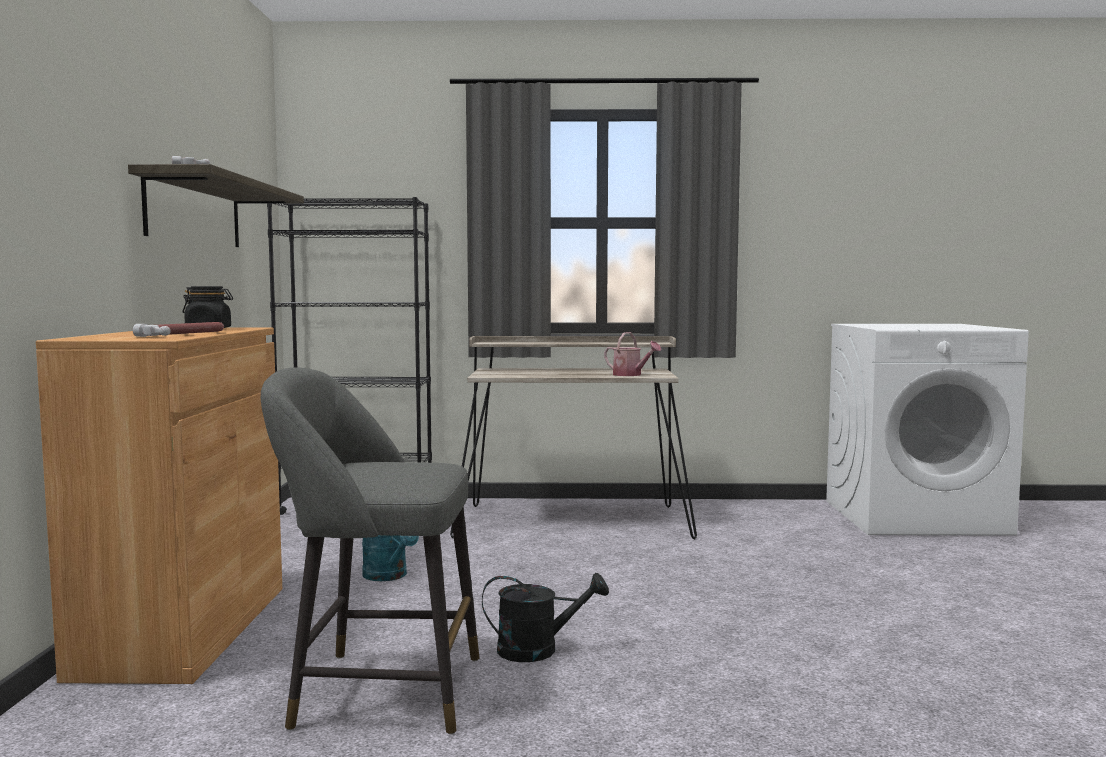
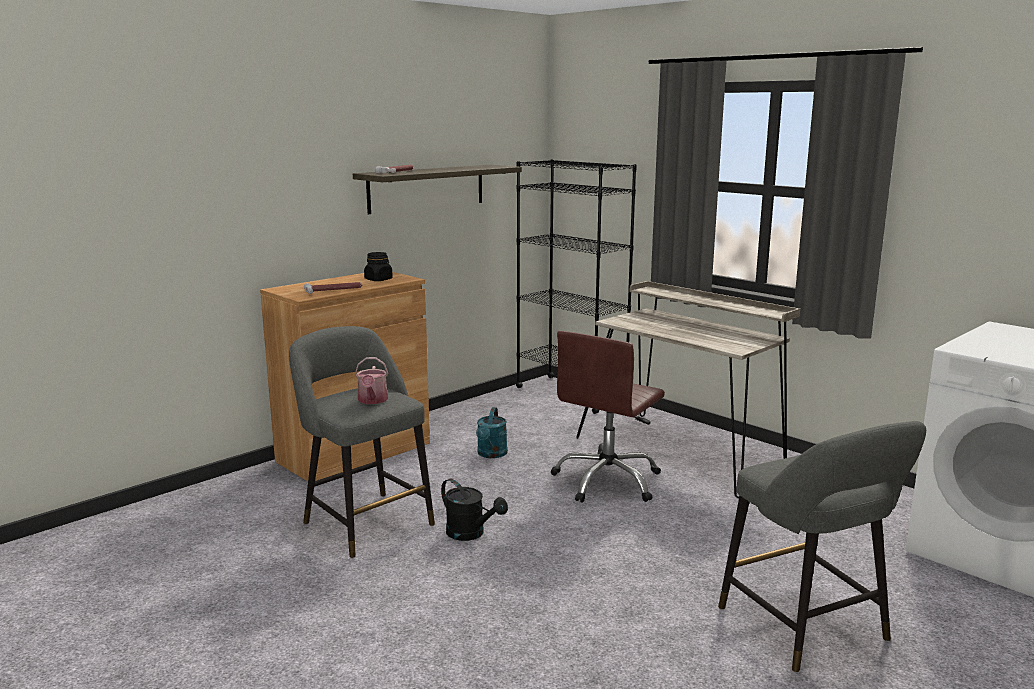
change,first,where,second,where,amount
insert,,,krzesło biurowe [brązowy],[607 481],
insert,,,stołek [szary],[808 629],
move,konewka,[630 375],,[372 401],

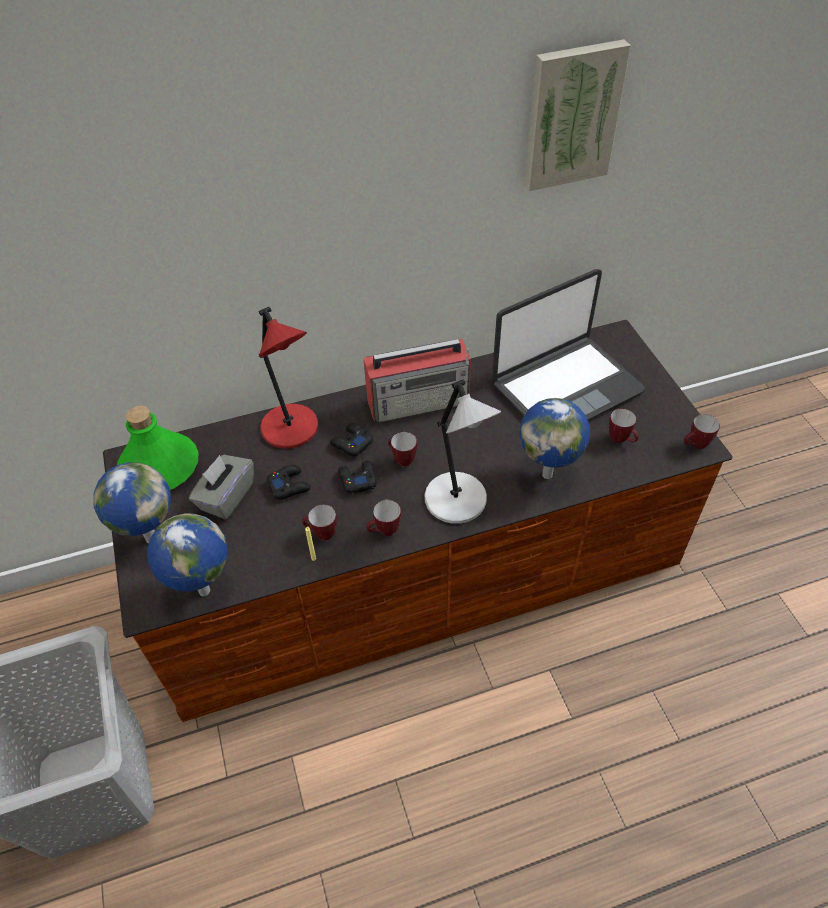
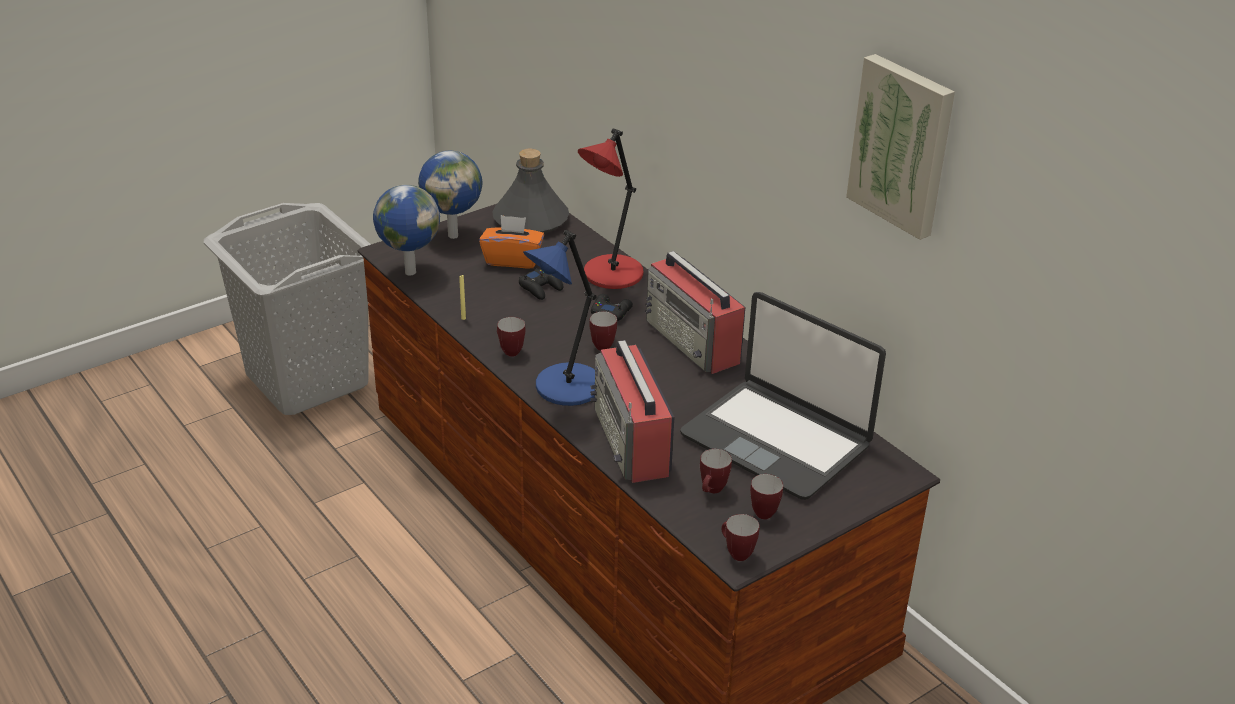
change,first,where,second,where,amount
delete,pad do gier [czarny],[357 479],,,
move,kubek,[321 534],,[762 511],
replace,globus,[548 474],radio,[632 442],
recolor,butelka [zielony],[160 467],butelka [szary],[531 220],
recolor,pudełko chusteczek [szary],[226 497],pudełko chusteczek [pomarańczowy],[512 259],
recolor,lampa stołowa [szary],[458 501],lampa stołowa [niebieski],[566 388],

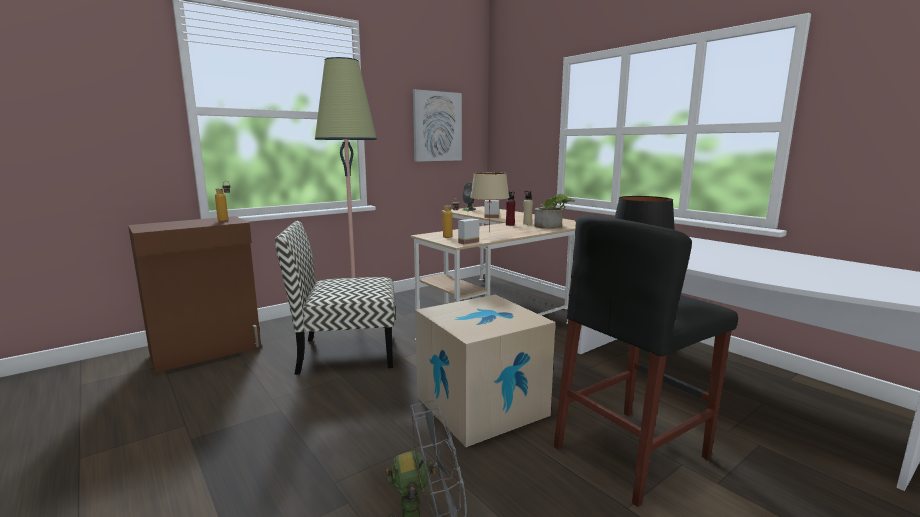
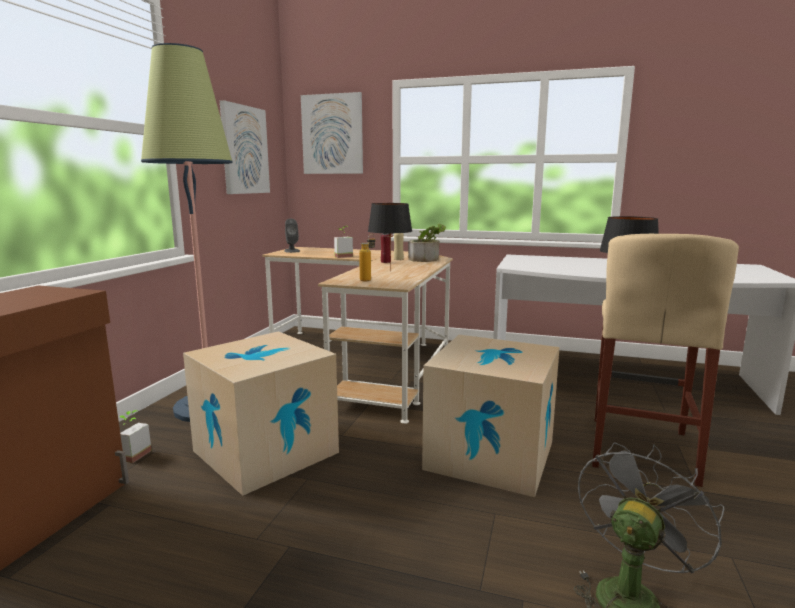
change,first,where,second,where,amount
delete,butelka,[226 220],,,
insert,,,obraz,[332 134],
move,roślina doniczkowa,[466 242],,[133 455],
replace,krzesło,[345 353],karton,[265 451],
recolor,lampa stołowa [beżowy],[489 232],lampa stołowa [czarny],[389 271],
recolor,stołek [czarny],[631 452],stołek [beżowy],[641 448],

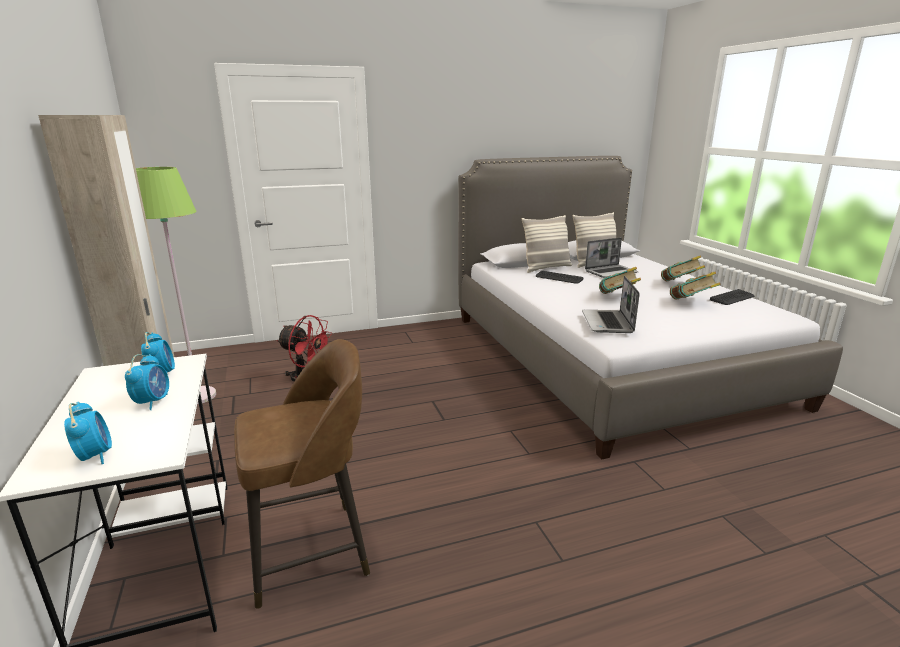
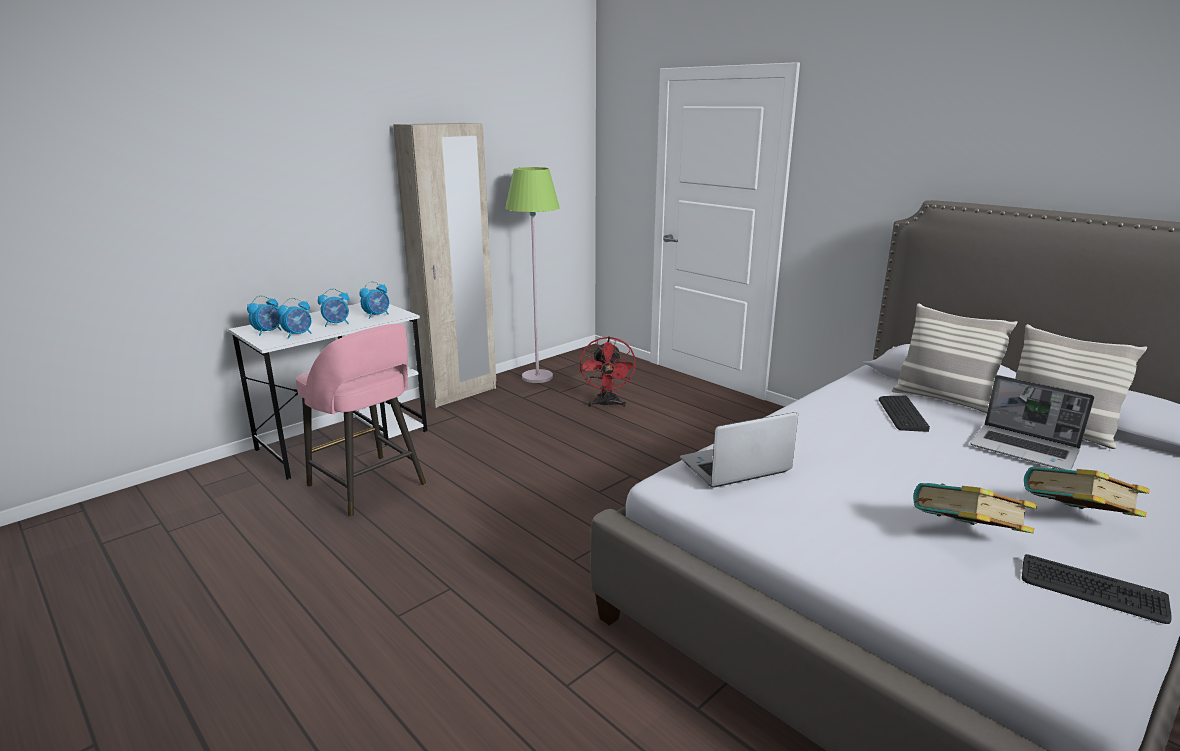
change,first,where,second,where,amount
delete,książka,[617 298],,,
insert,,,budzik,[298 335],
recolor,stołek [brązowy],[312 551],stołek [różowy],[368 486],

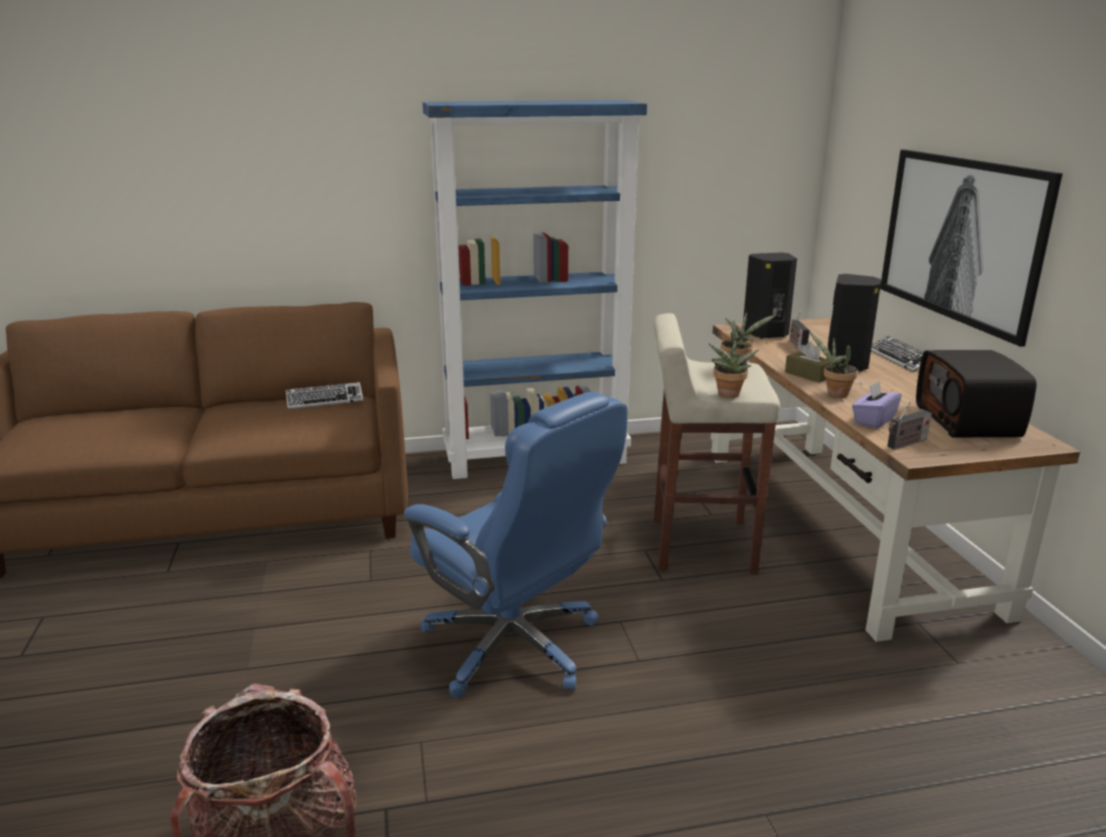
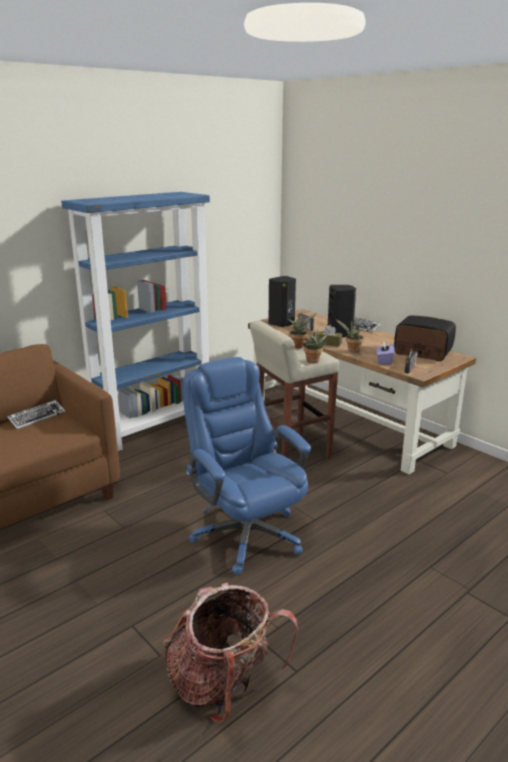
change,first,where,second,where,amount
delete,obraz,[962 239],,,
rotate,krzesło biurowe [niebieski],[515 646],,[246 534],135 degrees counterclockwise
rotate,radio,[969 421],,[422 353],150 degrees clockwise

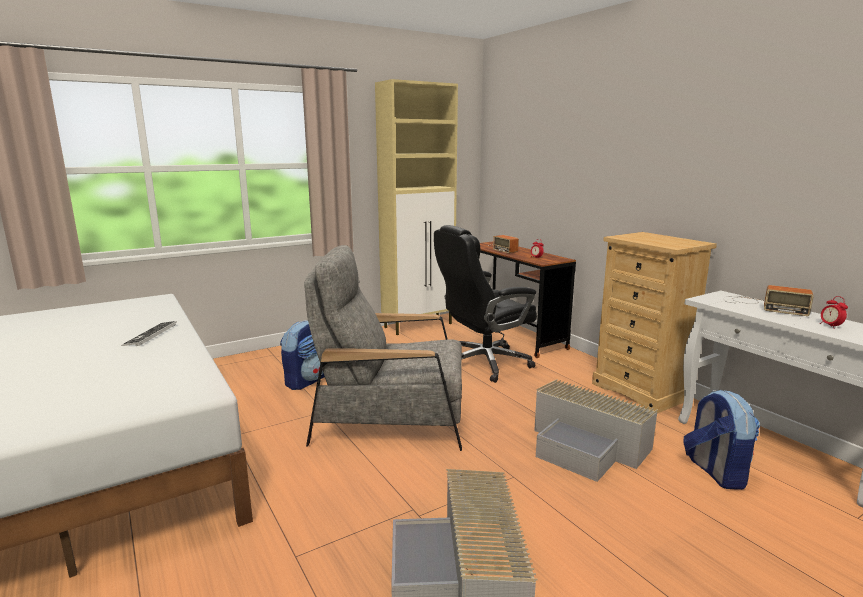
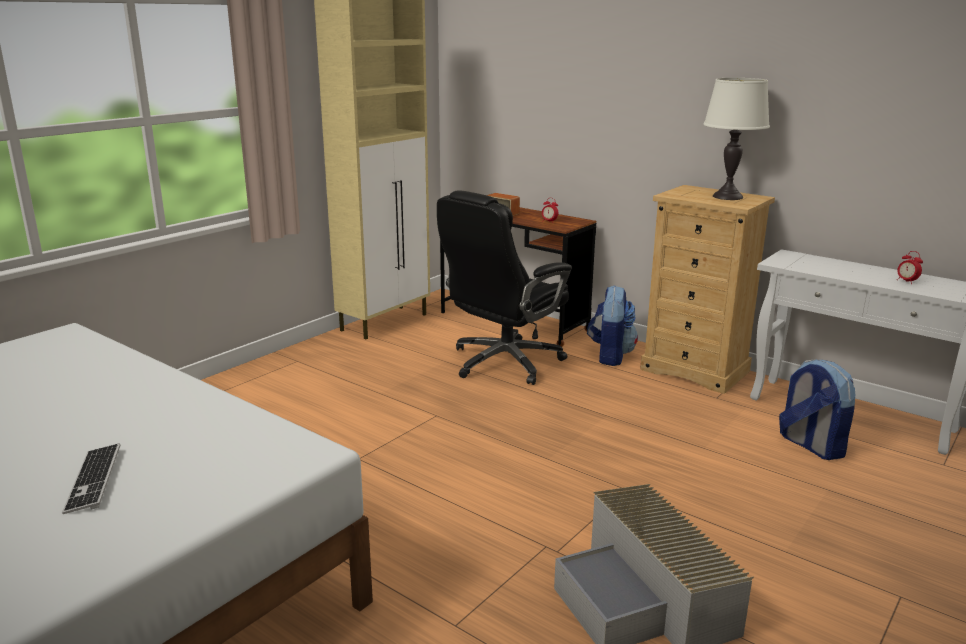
change,first,where,second,where,amount
delete,fotel [szary],[391 418],,,
delete,pojemnik do przechowywania [szary],[588 446],,,
delete,radio,[762 305],,,
insert,,,lampa stołowa [biały],[727 197],
move,klawiatura,[151 335],,[94 480],
move,plecak,[306 381],,[610 356],

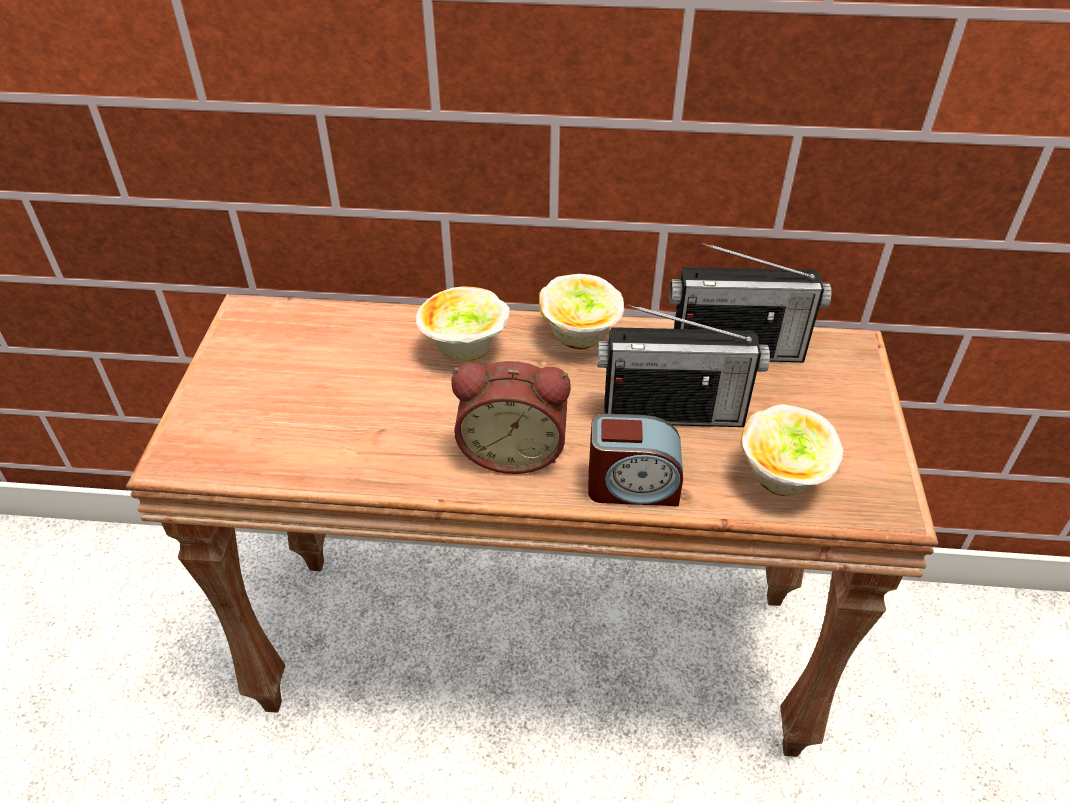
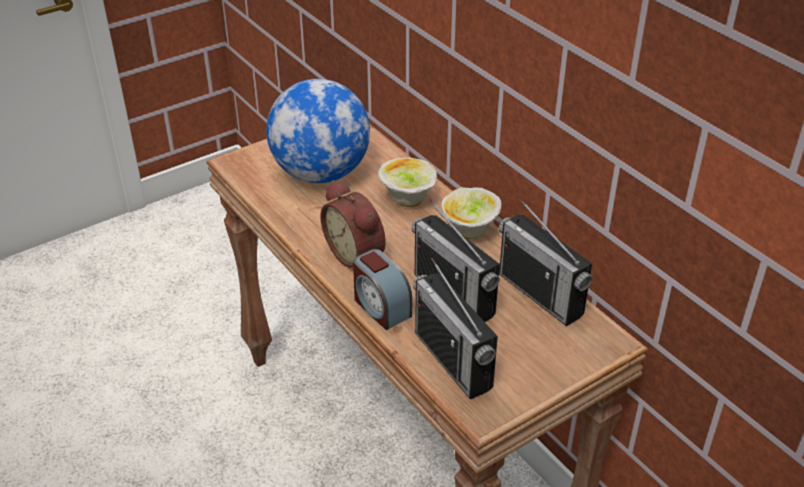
change,first,where,second,where,amount
insert,,,globus,[321 173],
replace,miska,[783 479],radio,[453 360],

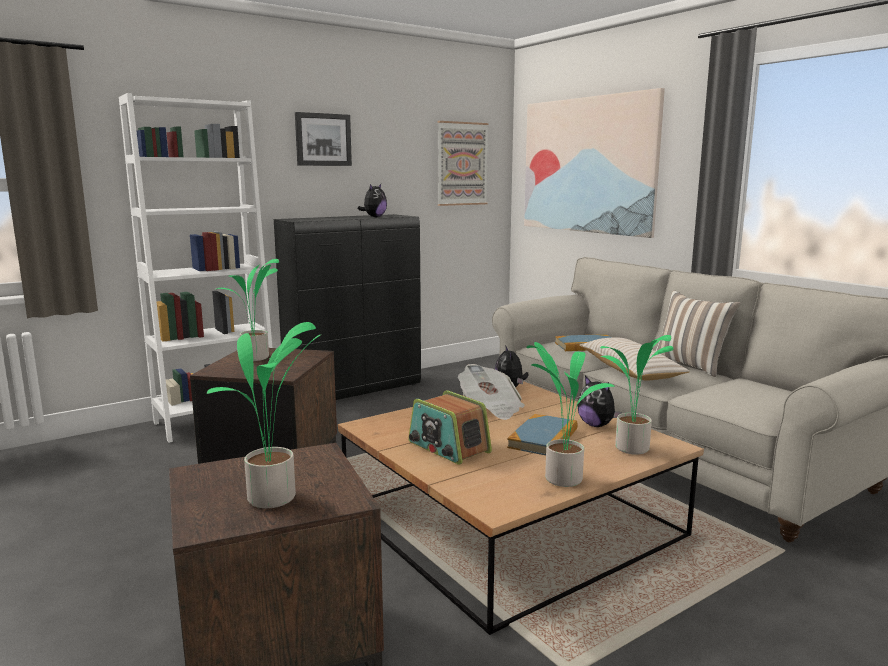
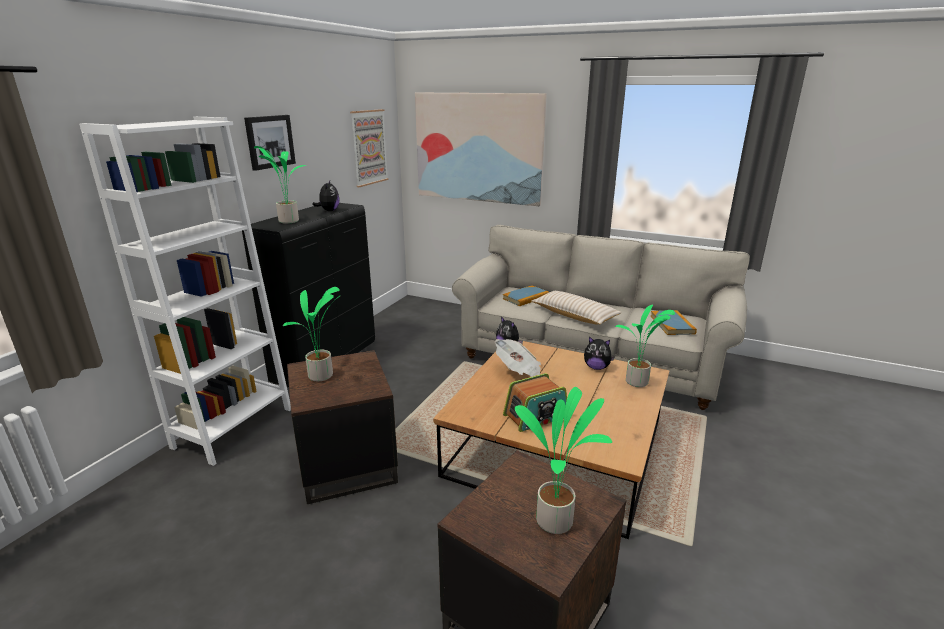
change,first,where,second,where,amount
delete,poduszka,[691 365],,,
move,książka,[543 438],,[672 325],
move,roślina doniczkowa,[562 478],,[288 221],
rotate,radio,[448 447],,[536 416],45 degrees counterclockwise

